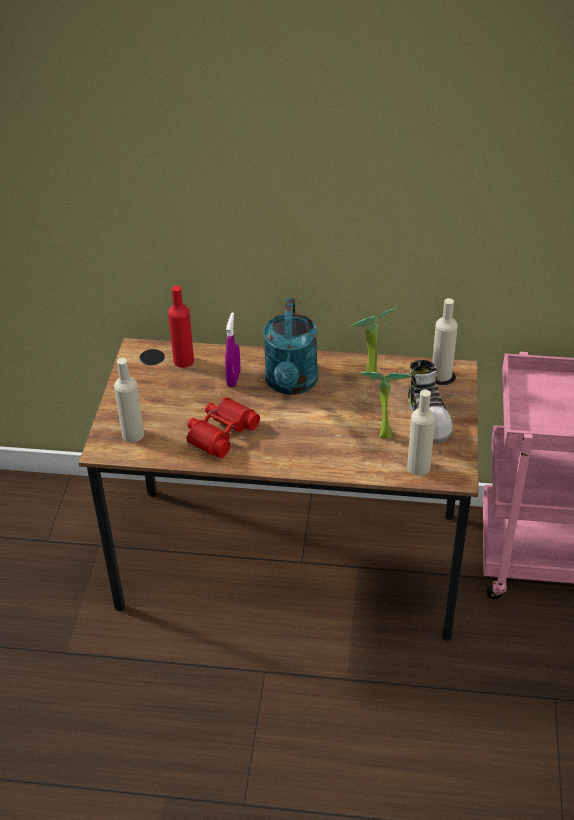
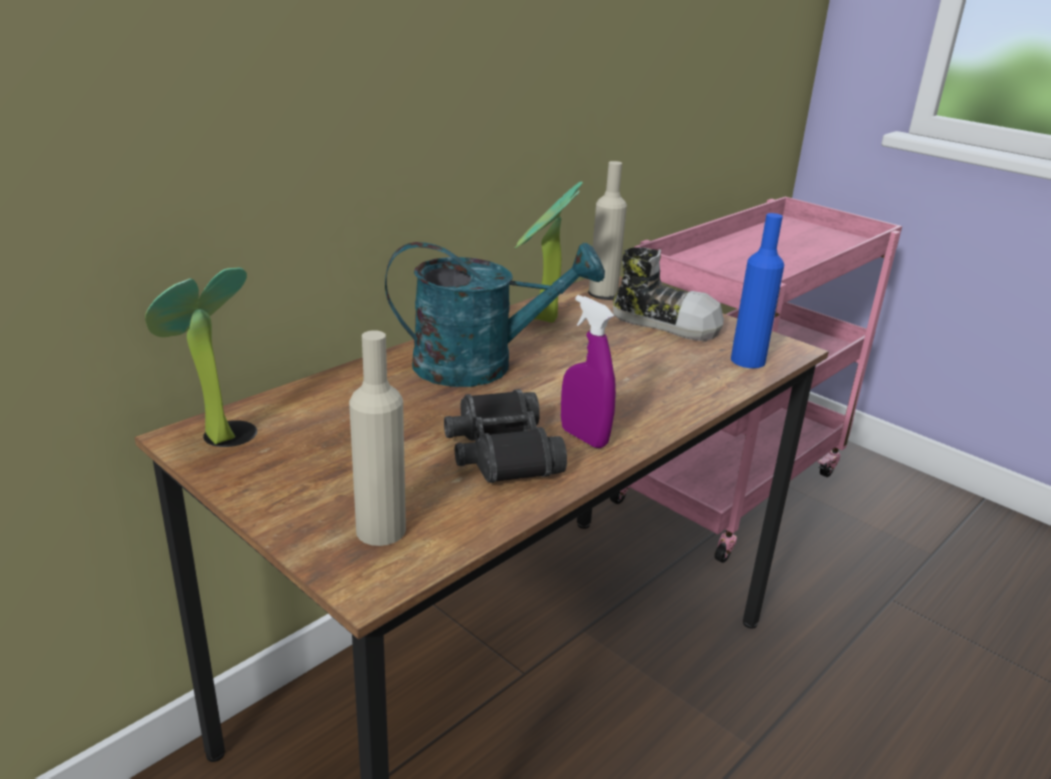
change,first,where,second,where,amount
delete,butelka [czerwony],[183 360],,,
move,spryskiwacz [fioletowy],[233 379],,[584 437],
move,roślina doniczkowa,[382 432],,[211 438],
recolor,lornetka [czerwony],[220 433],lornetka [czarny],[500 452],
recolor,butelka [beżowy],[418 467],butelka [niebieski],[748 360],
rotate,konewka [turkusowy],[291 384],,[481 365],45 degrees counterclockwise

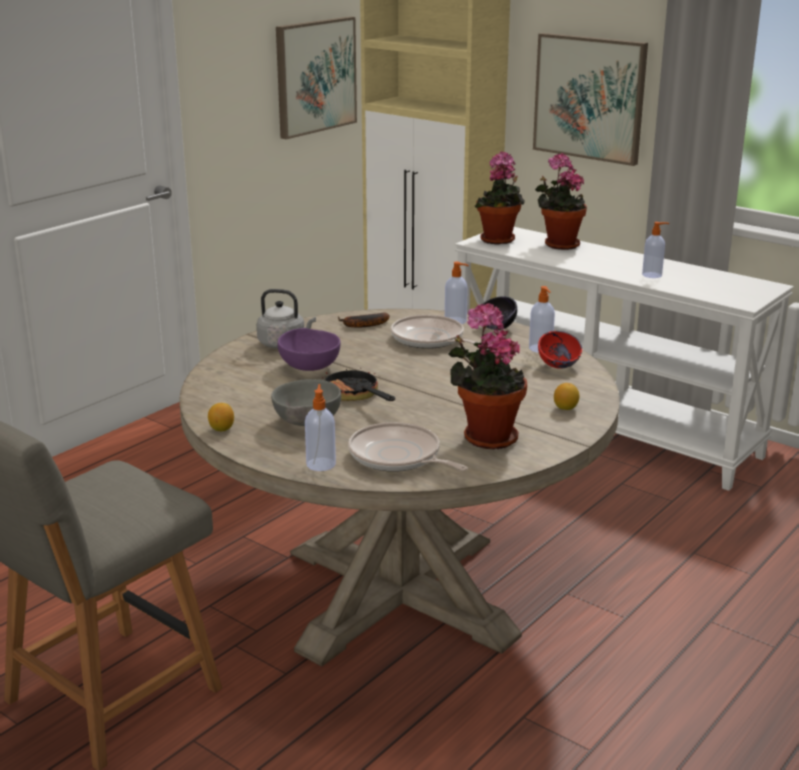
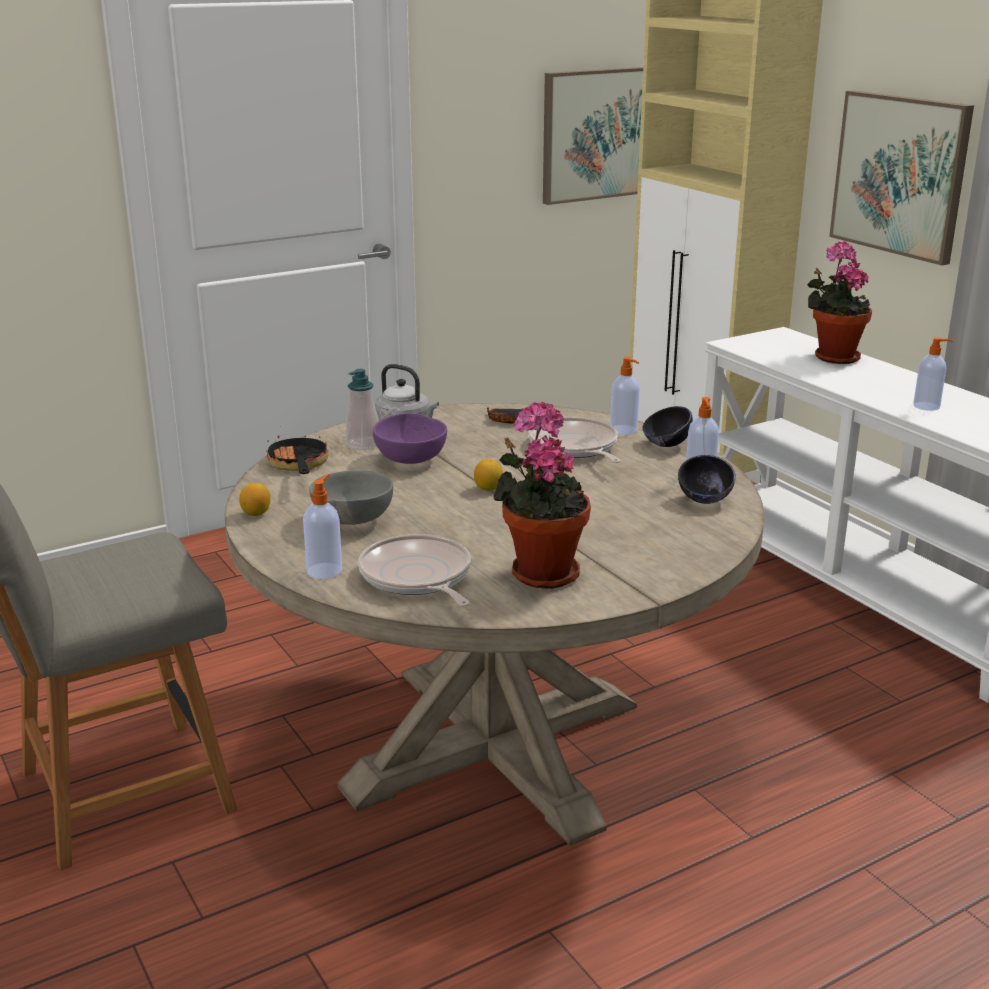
change,first,where,second,where,amount
delete,roślina doniczkowa,[499 241],,,
insert,,,dozownik mydła,[363 444],
move,patelnia,[355 395],,[298 466],
move,cytryna,[565 408],,[488 488],
recolor,miska [czerwony],[558 366],miska [czarny],[704 500],

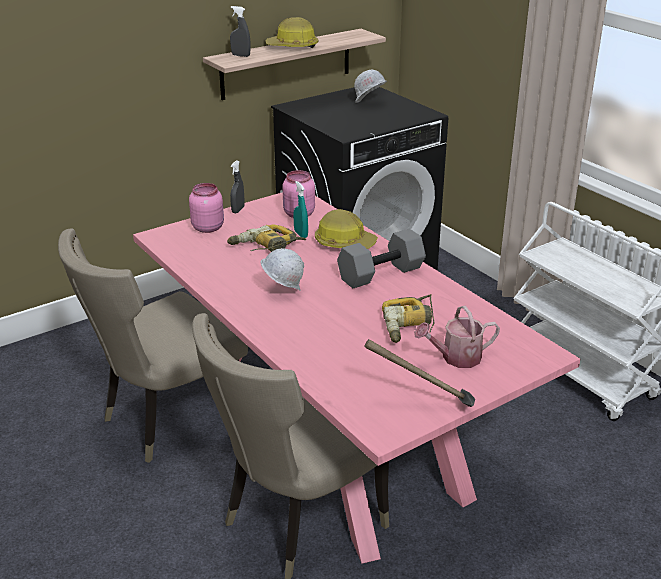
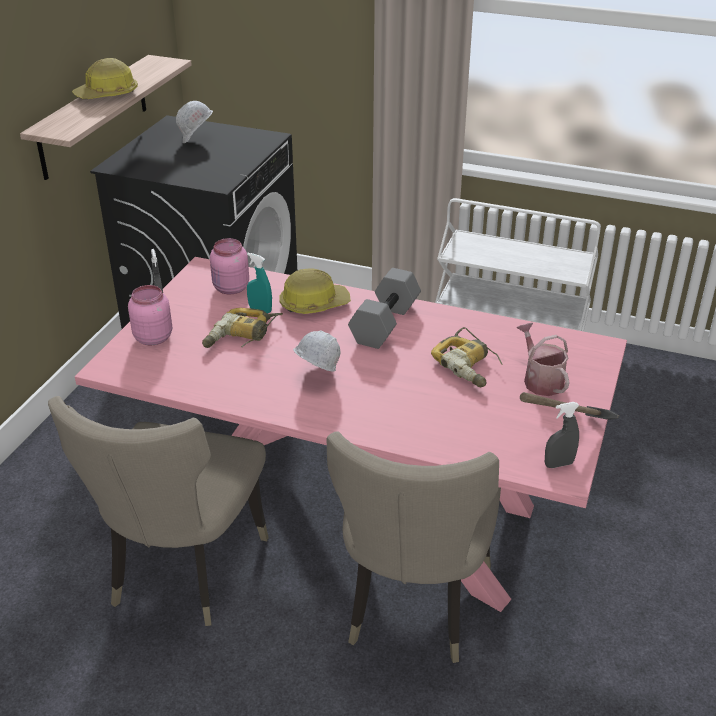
change,first,where,second,where,amount
move,spryskiwacz [szary],[241 55],,[558 464],
rotate,konewka,[456 358],,[540 380],120 degrees clockwise

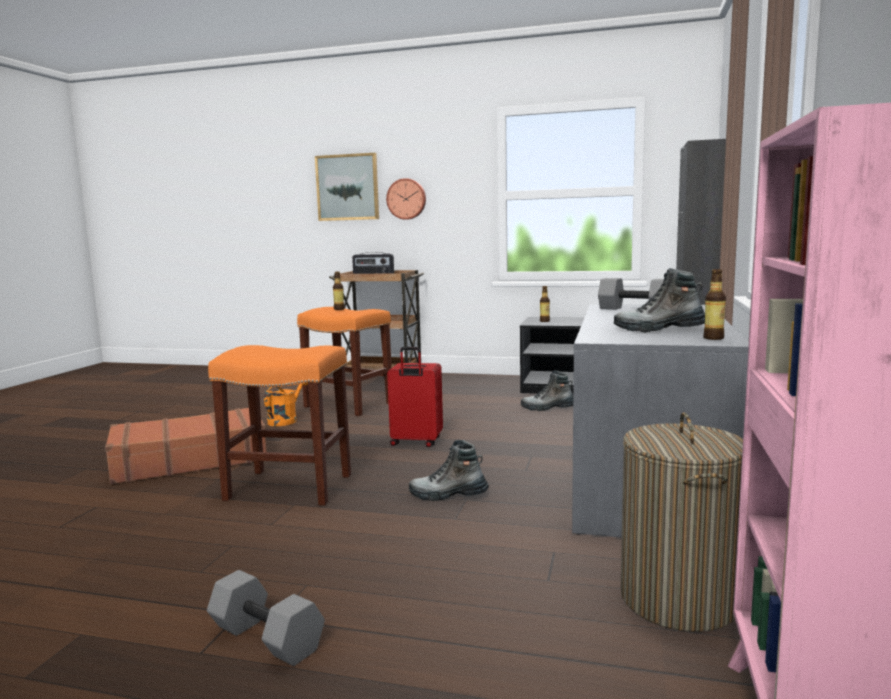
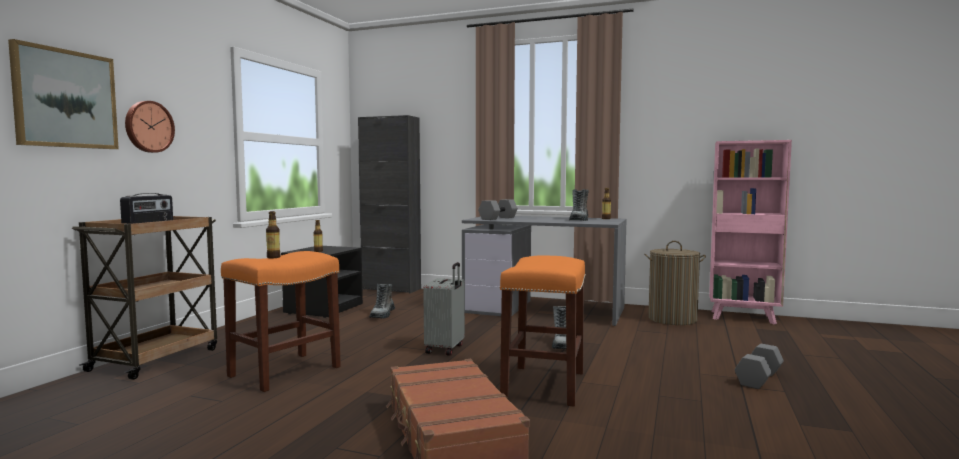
change,first,where,second,where,amount
delete,konewka [pomarańczowy],[285 420],,,
recolor,walizka [czerwony],[416 442],walizka [szary],[446 349],

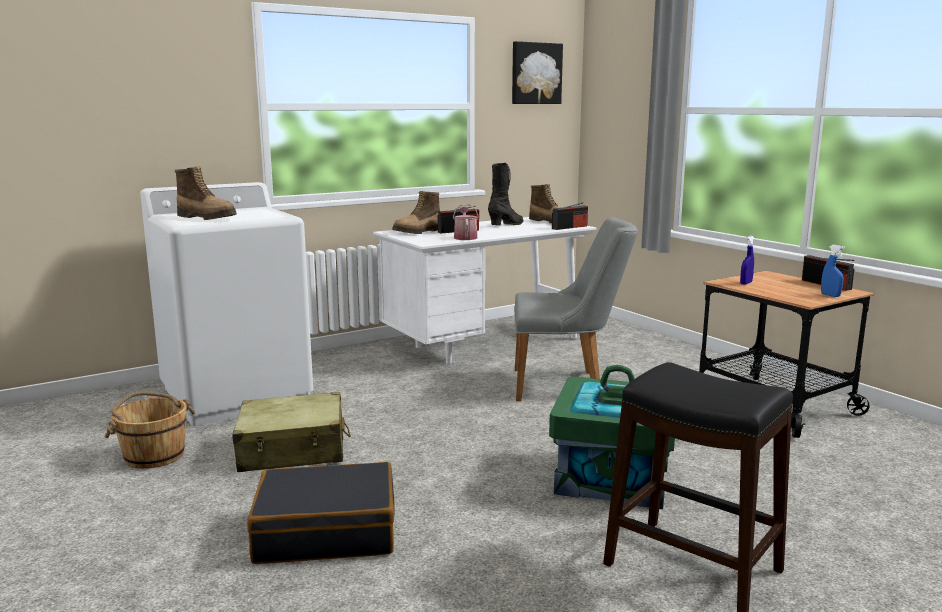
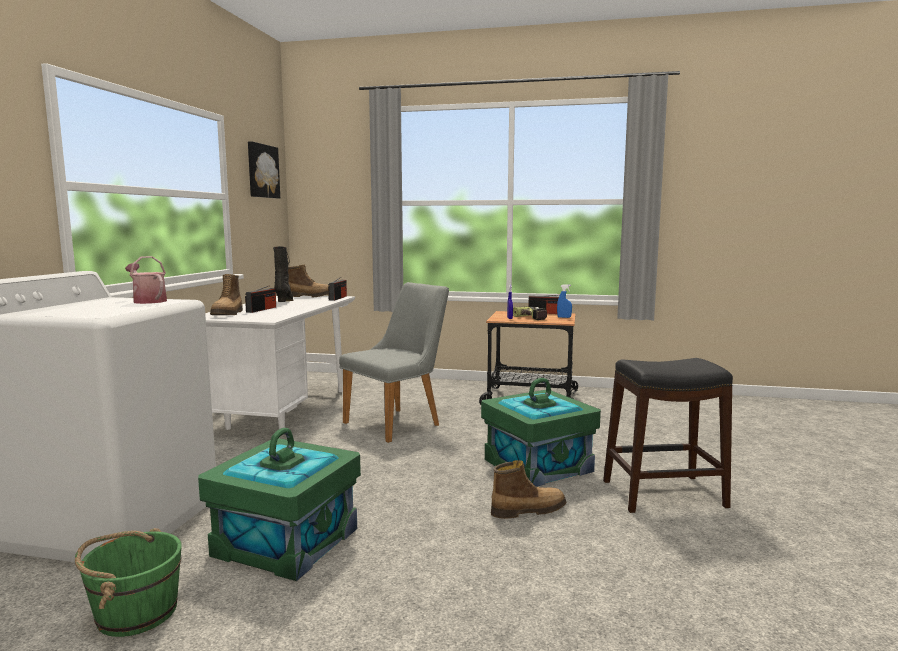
change,first,where,second,where,amount
delete,walizka [czarny],[326 531],,,
insert,,,wiertarka,[534 317],
move,but z cholewką,[208 218],,[528 510],
move,konewka,[465 237],,[148 301],
replace,walizka [beżowy],[293 450],pojemnik do przechowywania [zielony],[285 541],
recolor,wiadro [brązowy],[154 455],wiadro [zielony],[135 612],

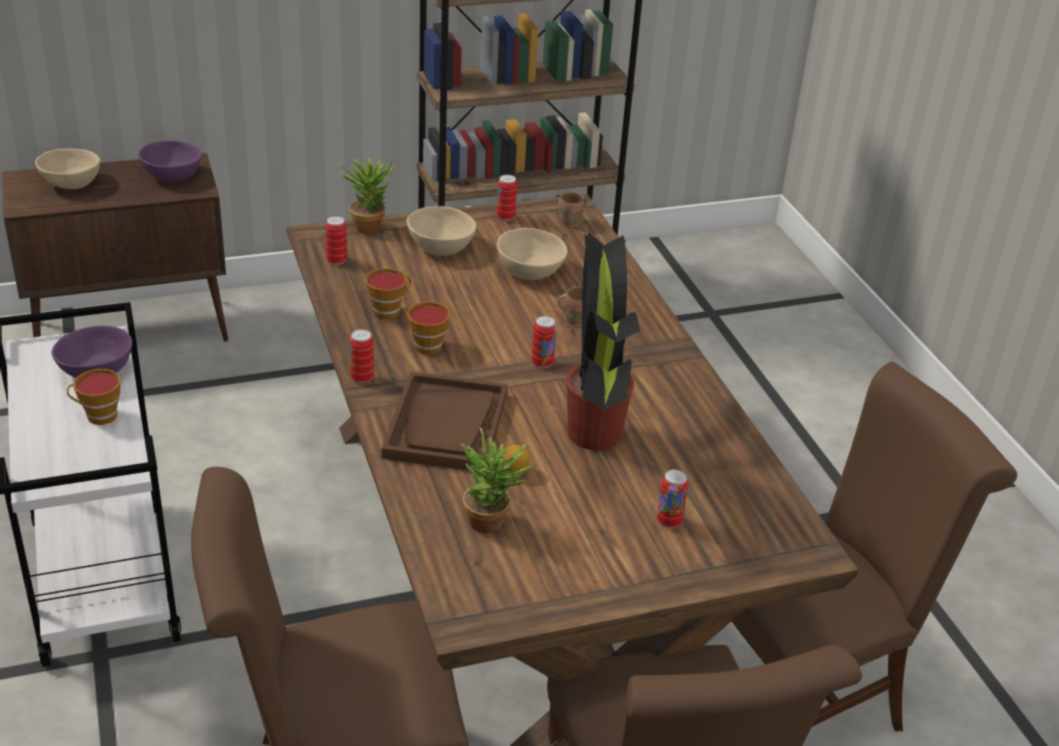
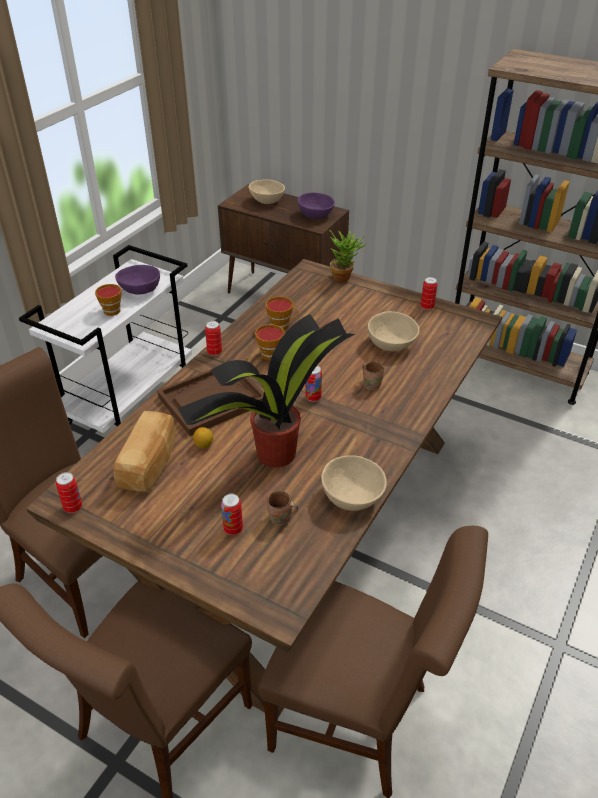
change,first,where,second,where,amount
move,puszka,[337 260],,[73 507],
move,miska [beżowy],[440 247],,[351 496],
move,kubek [brązowy],[572 222],,[281 519],
replace,roślina doniczkowa,[493 523],chleb,[150 464],

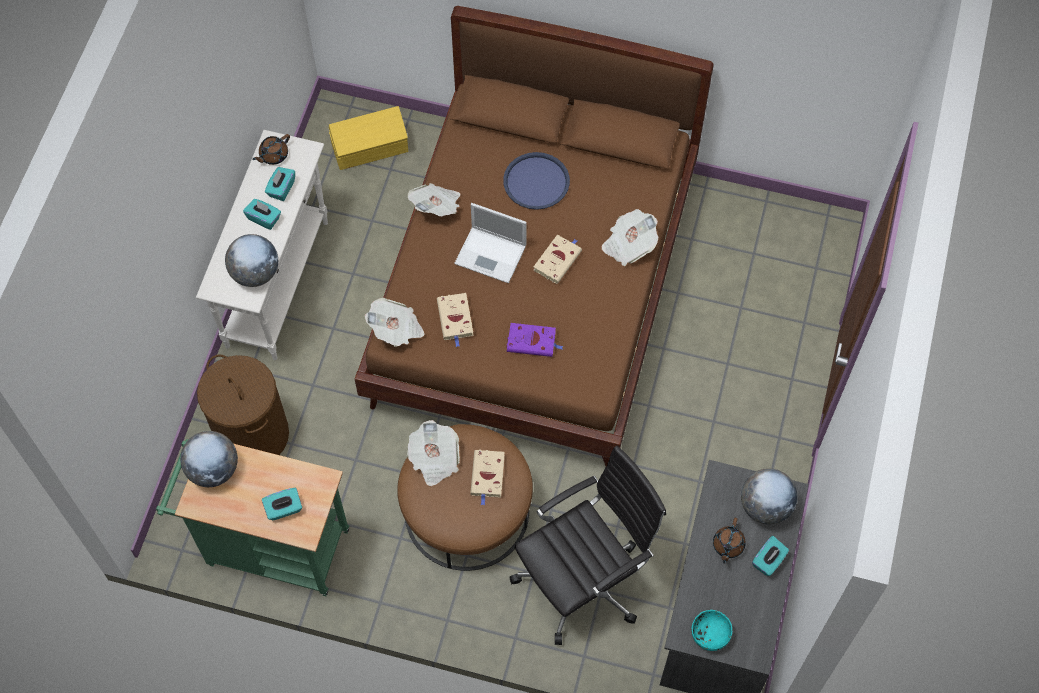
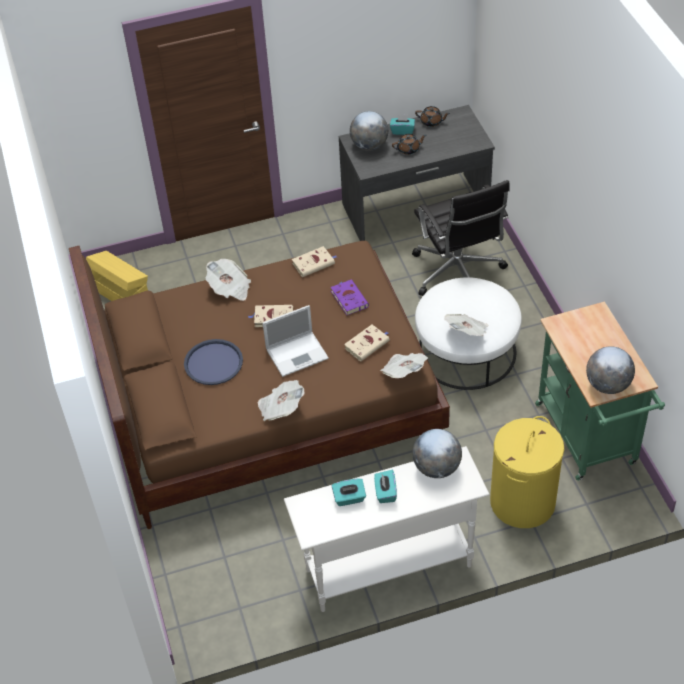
change,first,where,second,where,amount
delete,pudełko chusteczek [turkusowy],[284 509],,,
delete,miska [turkusowy],[710 634],,,
move,imbryk [brązowy],[273 155],,[431 122],
move,pojemnik do przechowywania [żółty],[371 148],,[119 290],
move,książka [beżowy],[488 476],,[314 263],
recolor,kosz na pranie [brązowy],[252 434],kosz na pranie [żółty],[523 502],
recolor,pufa [brązowy],[467 510],pufa [biały],[466 351],
rotate,laptop,[492 255],,[298 353],75 degrees clockwise
rotate,krzesło biurowe [czarny],[584 579],,[458 274],135 degrees counterclockwise

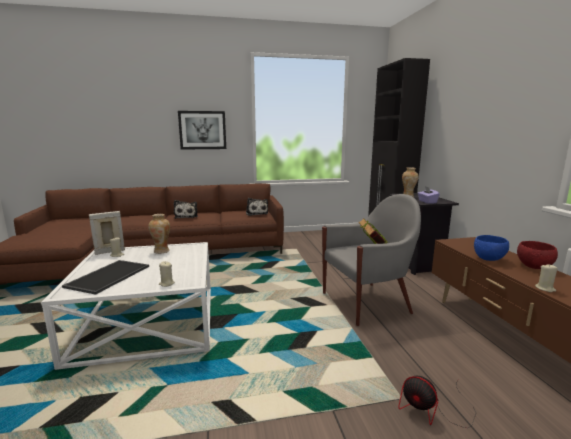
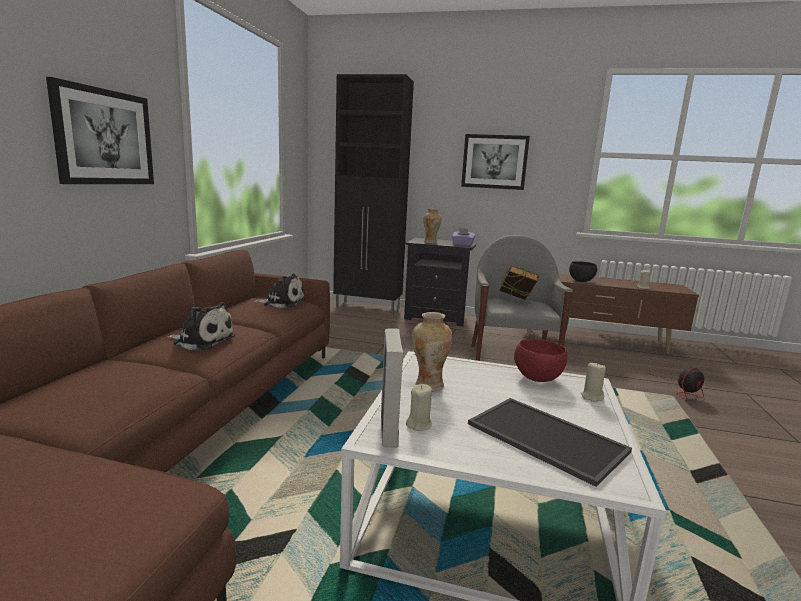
change,first,where,second,where,amount
insert,,,obraz,[494 162],
move,miska [czerwony],[534 266],,[537 378],
recolor,miska [niebieski],[489 259],miska [czarny],[581 281],

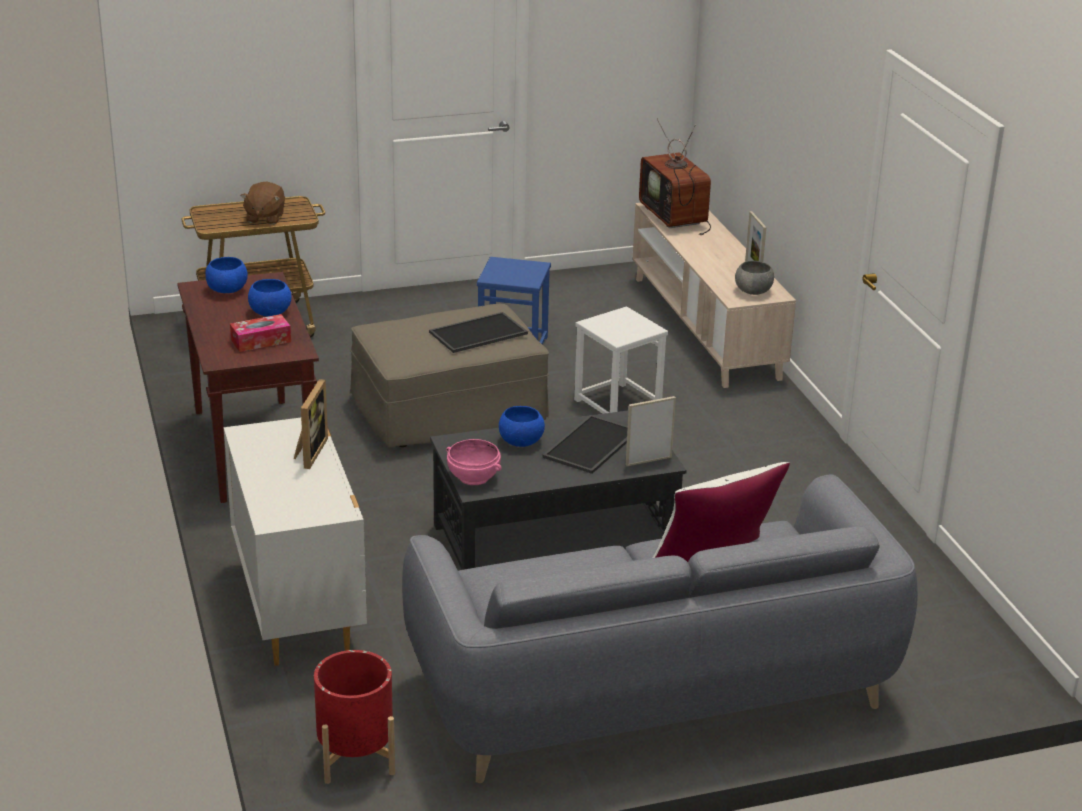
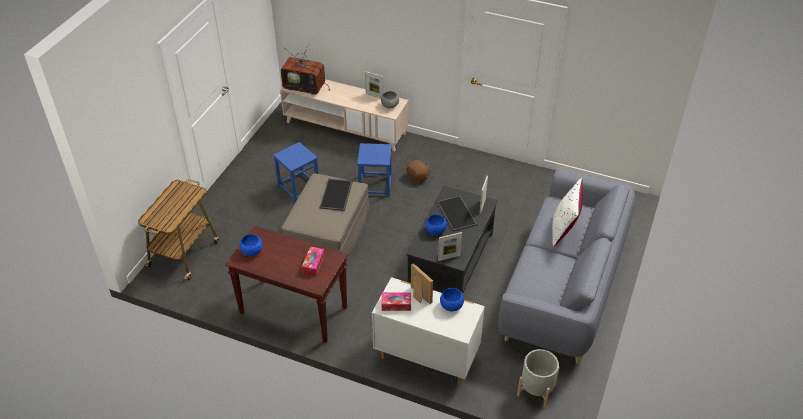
change,first,where,second,where,amount
insert,,,pudełko chusteczek,[396 304],
move,pluszak [brązowy],[264 218],,[417 177],
move,miska [niebieski],[270 312],,[451 305],
replace,miska [różowy],[474 477],ramka na zdjęcie,[449 257],
recolor,donica [czerwony],[355 756],donica [szary],[536 390],
recolor,stołek [biały],[617 404],stołek [niebieski],[375 185],

